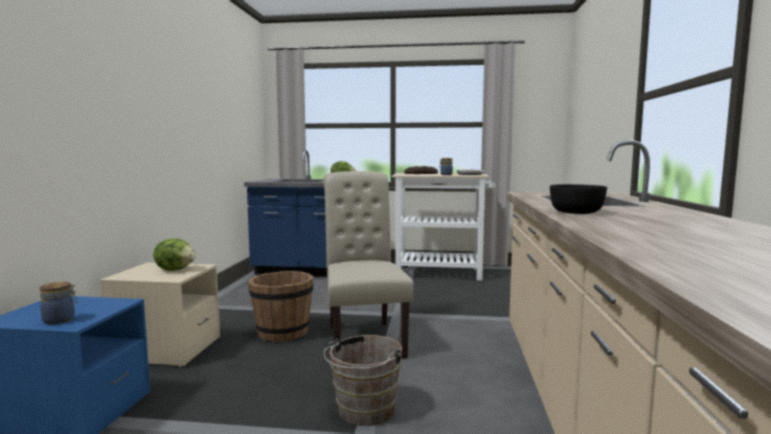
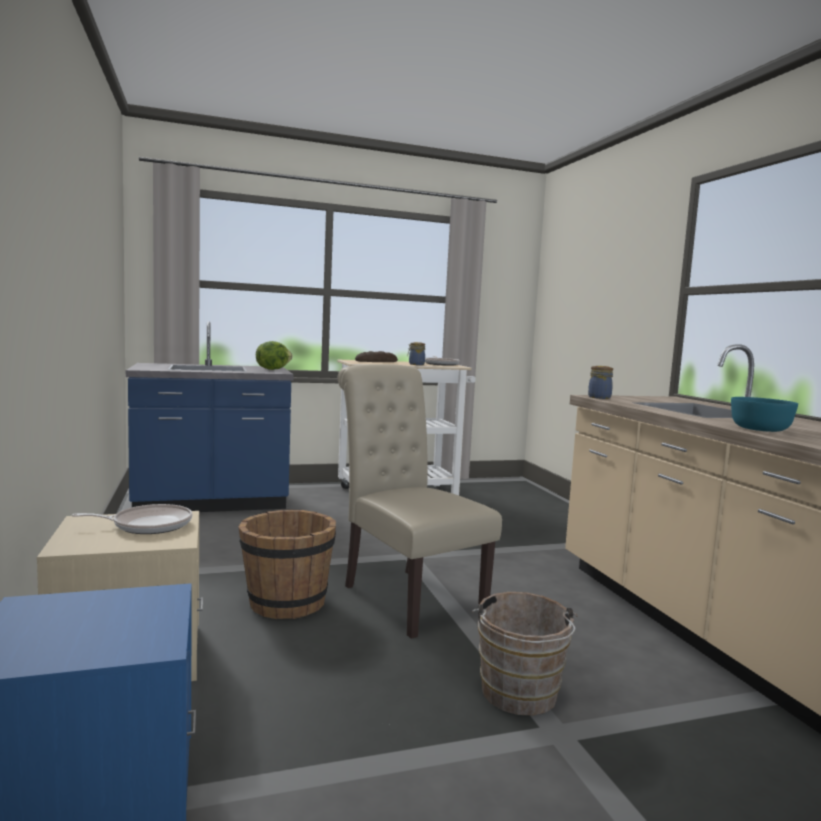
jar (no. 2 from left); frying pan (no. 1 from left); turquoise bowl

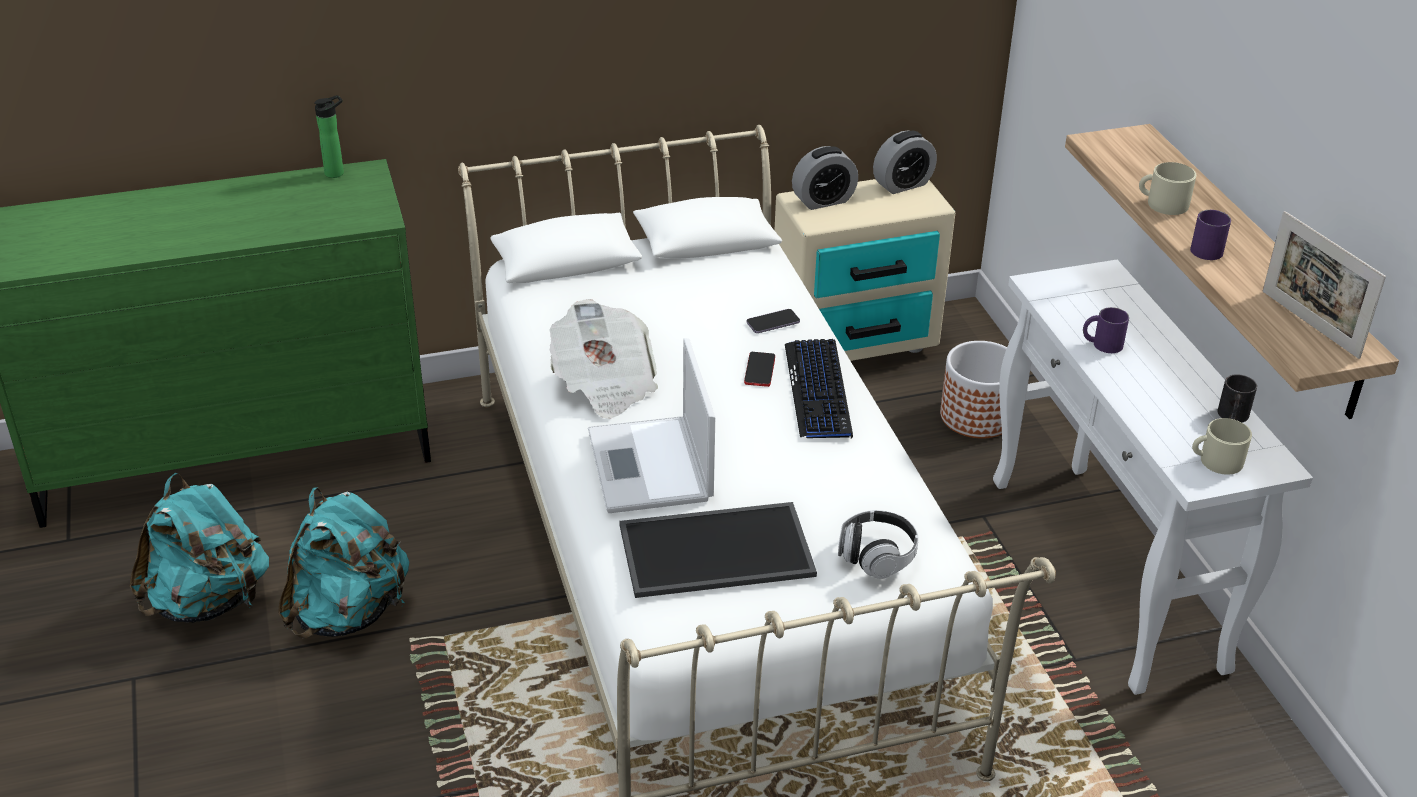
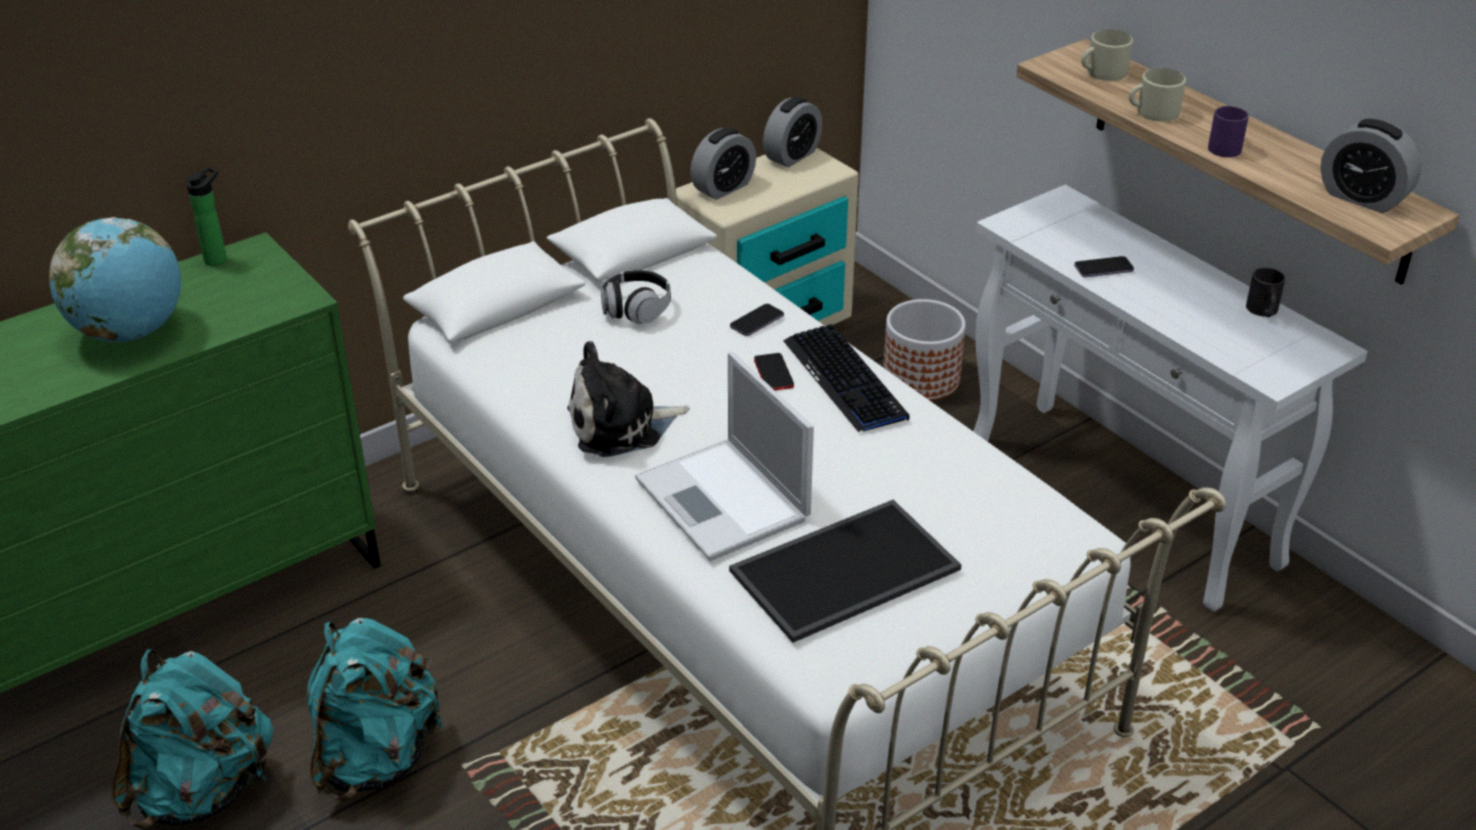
globe; headphones; beige mug (no. 1 from left); plush toy; phone (no. 3 from left); alarm clock (no. 3 from left)

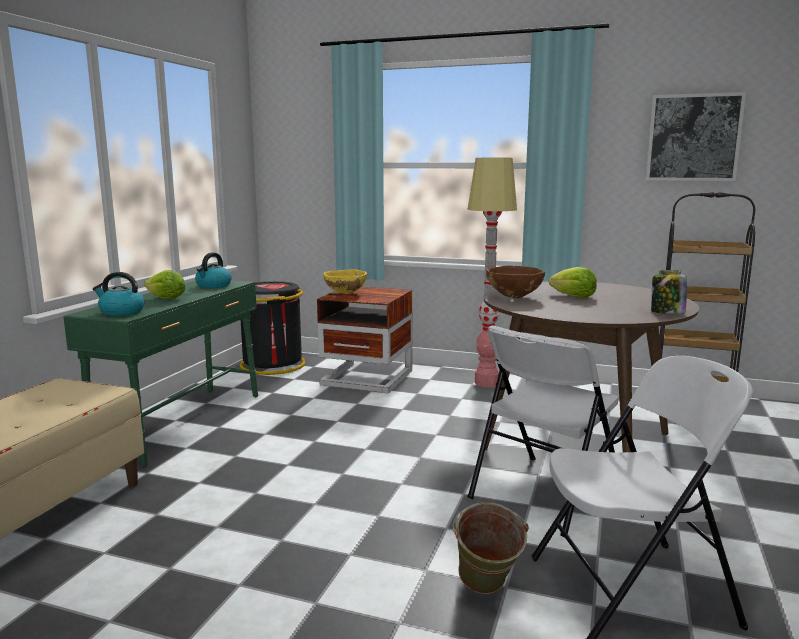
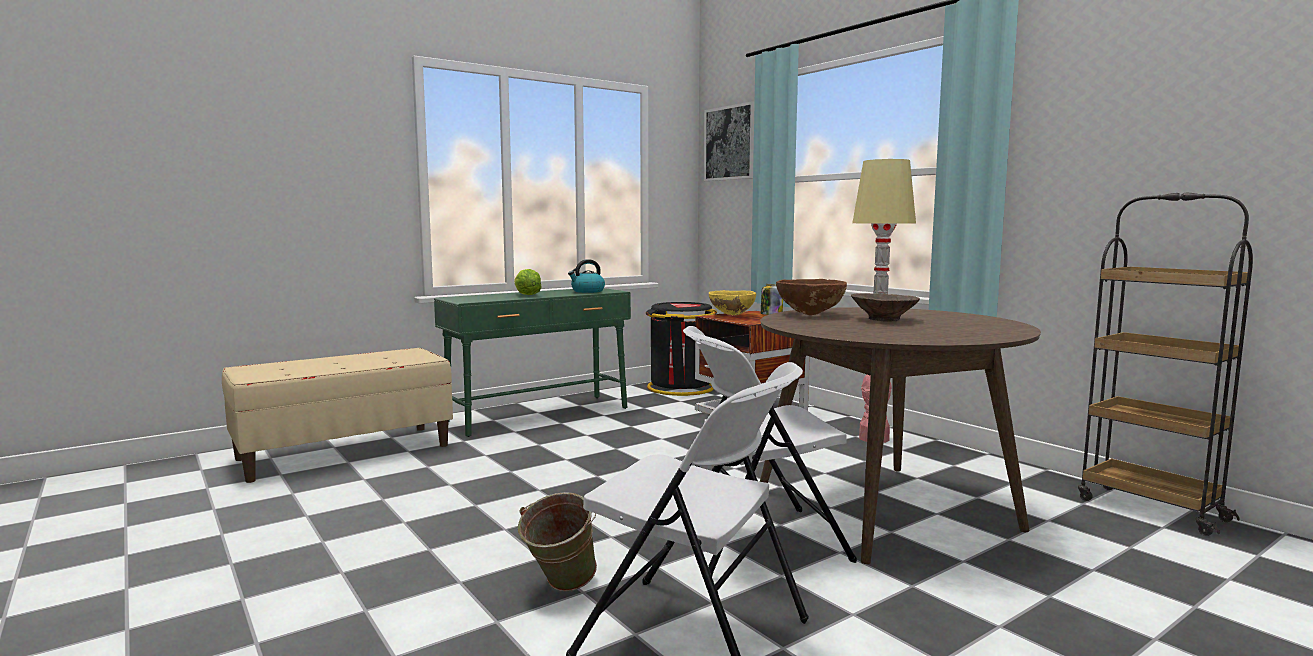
kettle (no. 1 from left in the first image); picture; jar; brown bowl (no. 2 from left)

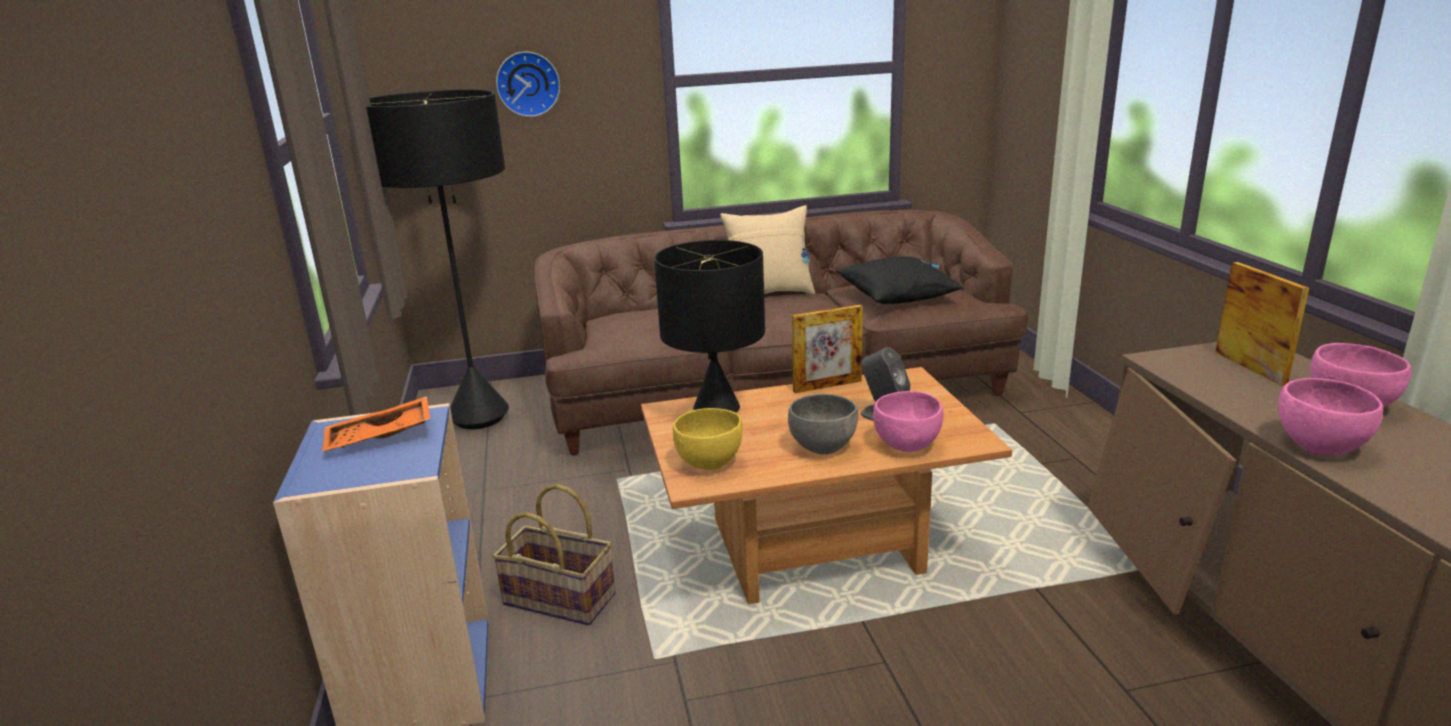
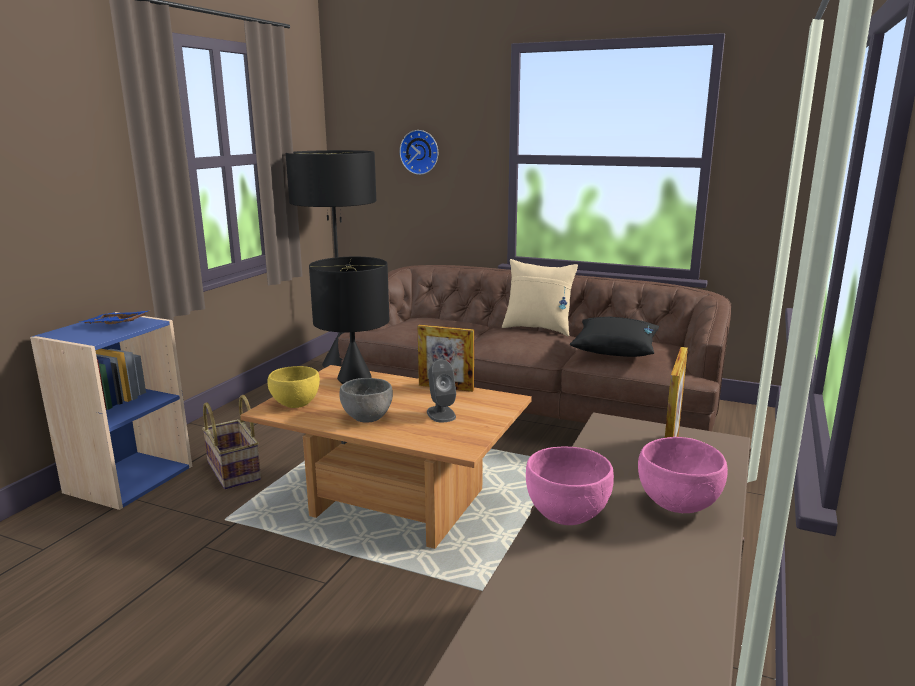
pink bowl (no. 1 from left in the first image); blue tray

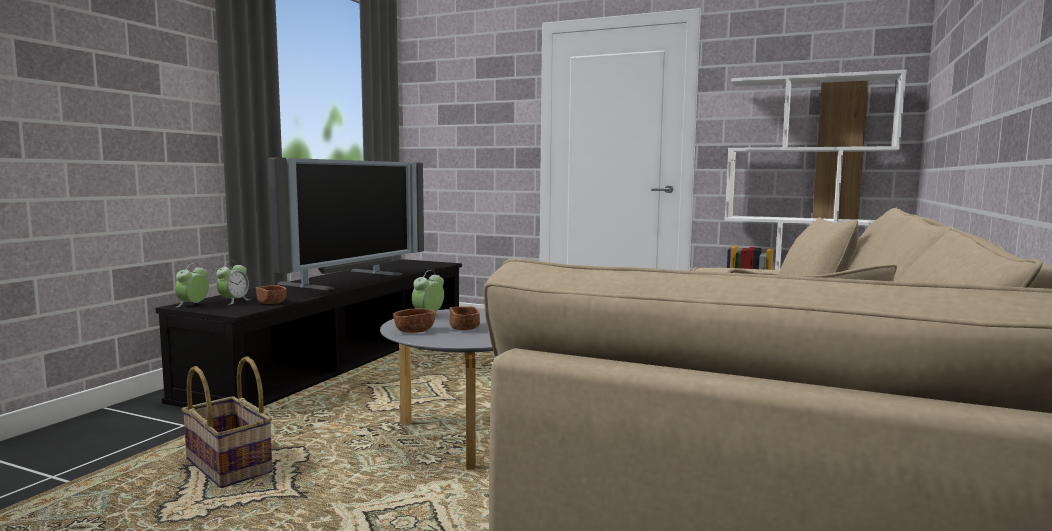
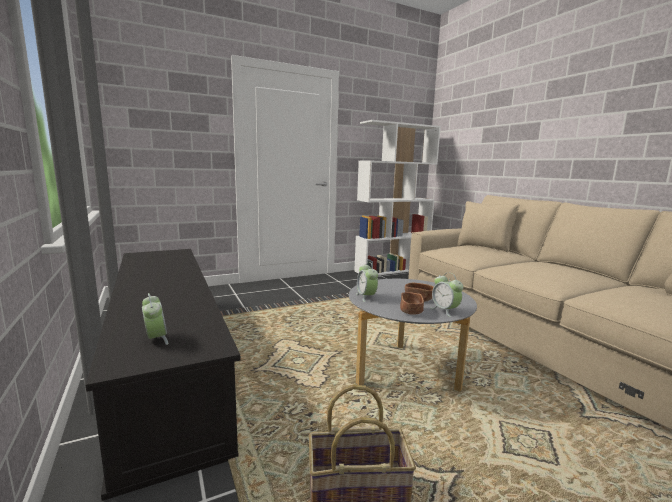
brown bowl (no. 1 from left in the first image); television; alarm clock (no. 3 from left)

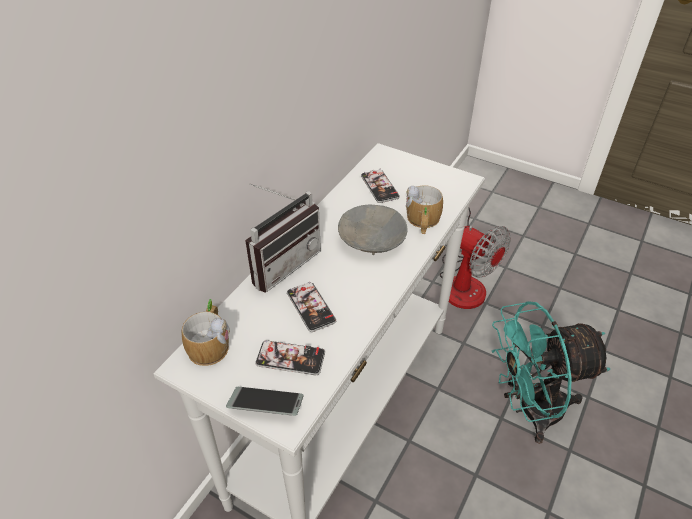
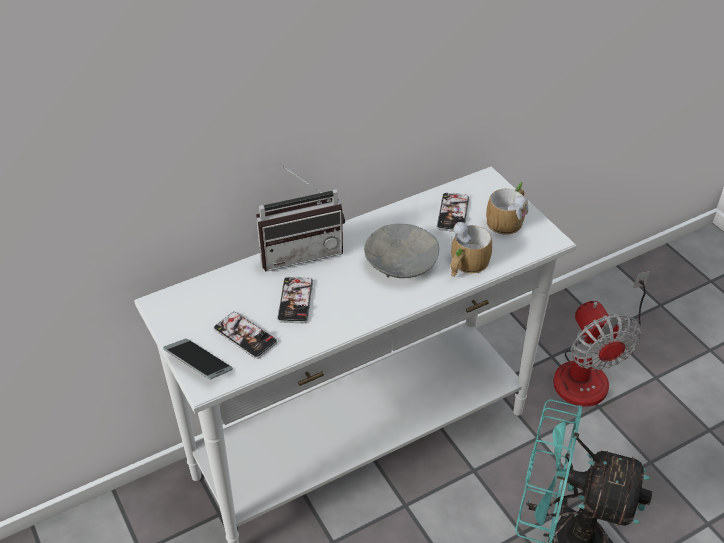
mug (no. 2 from left)

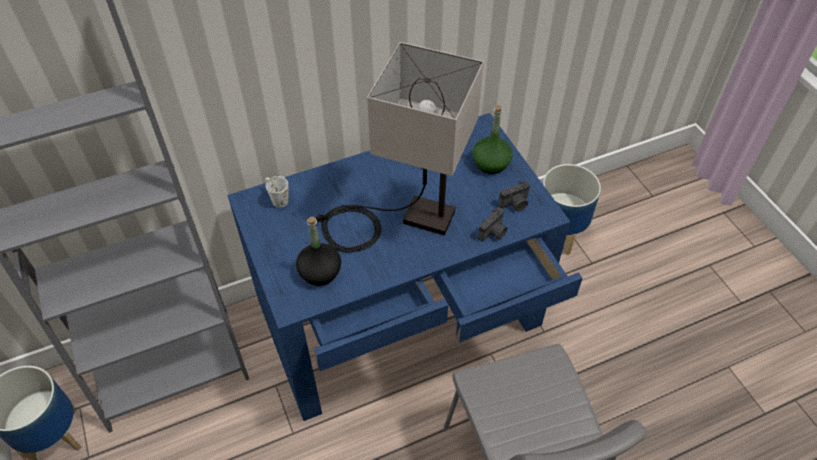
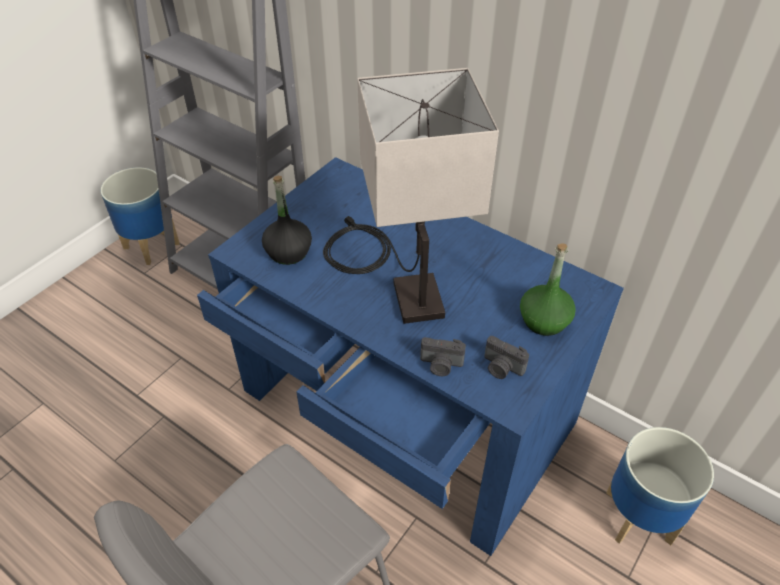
white mug

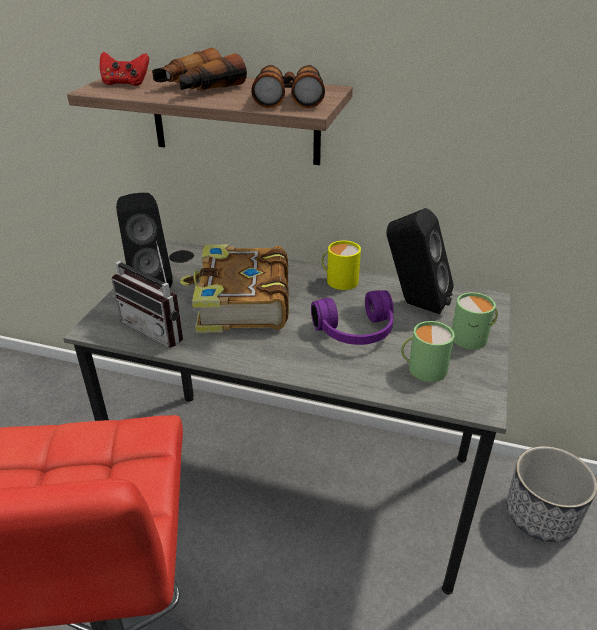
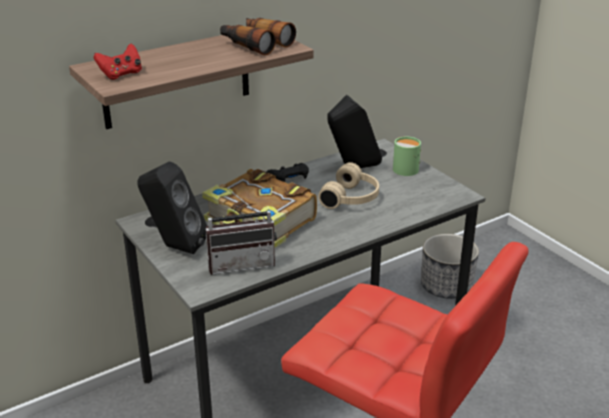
binoculars (no. 1 from left in the first image); green mug (no. 1 from left in the first image); black game controller; beige headphones

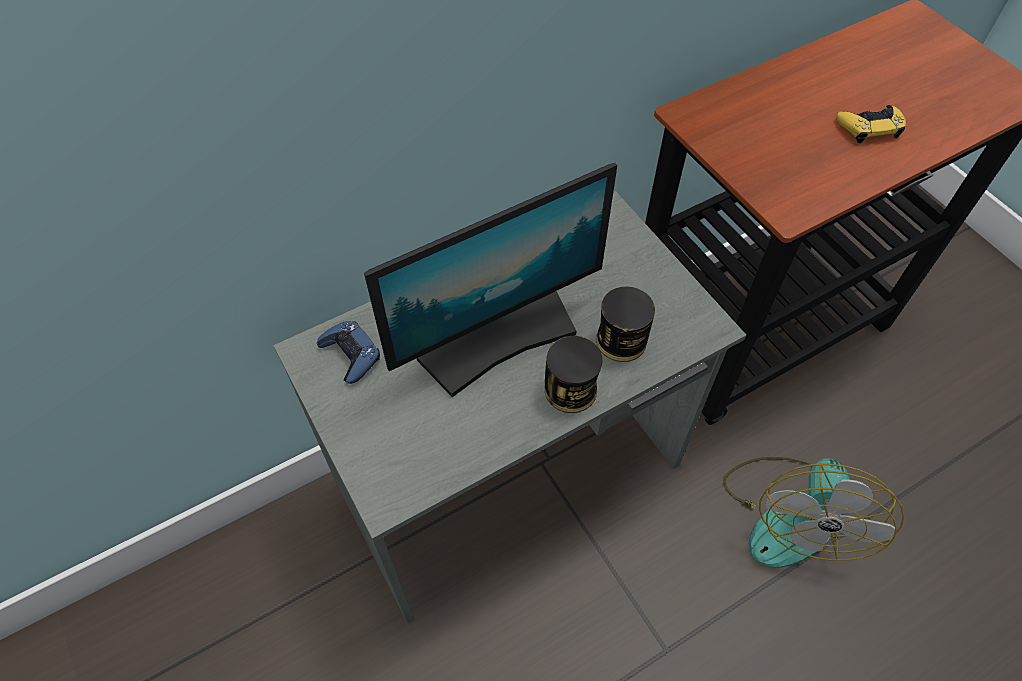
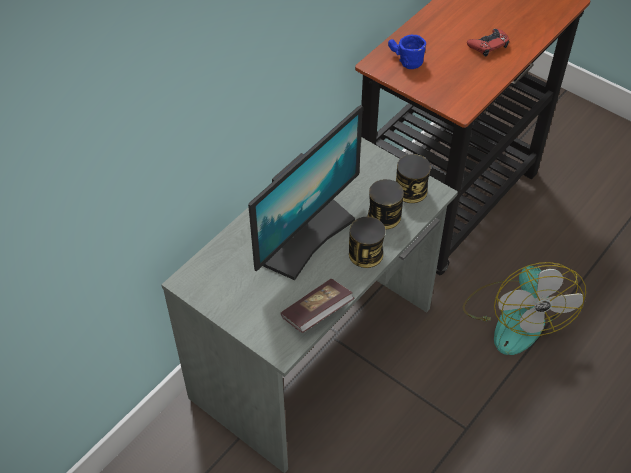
blue game controller; book; blue mug; can (no. 3 from left); red game controller

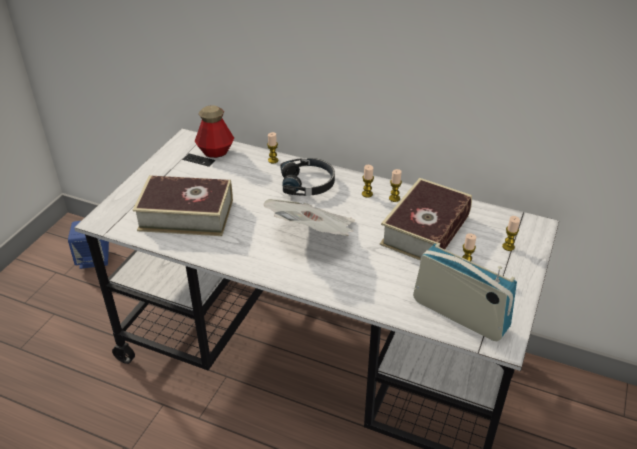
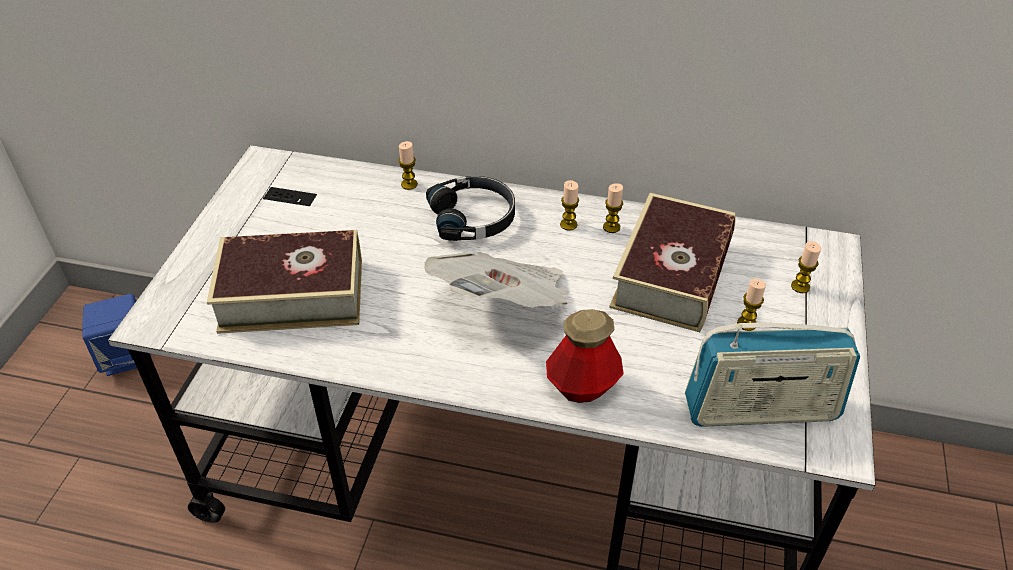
bottle; radio

